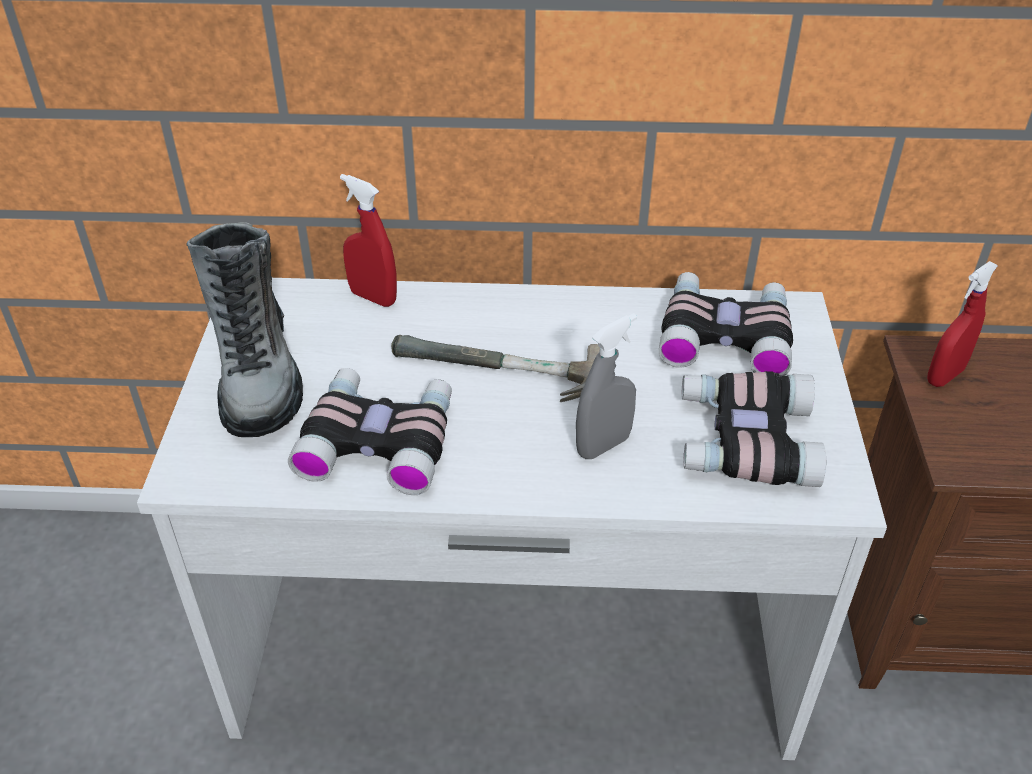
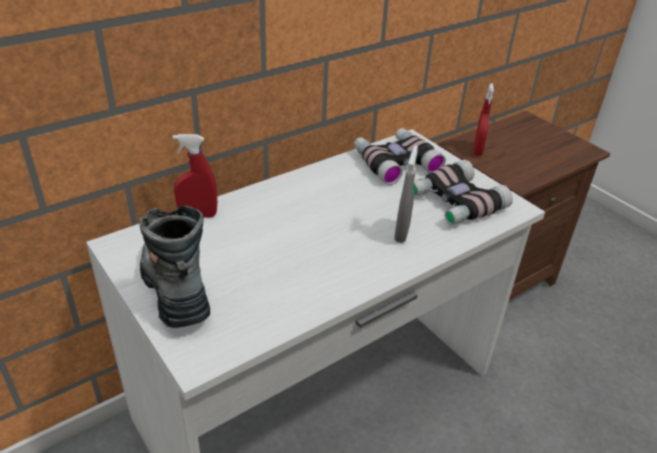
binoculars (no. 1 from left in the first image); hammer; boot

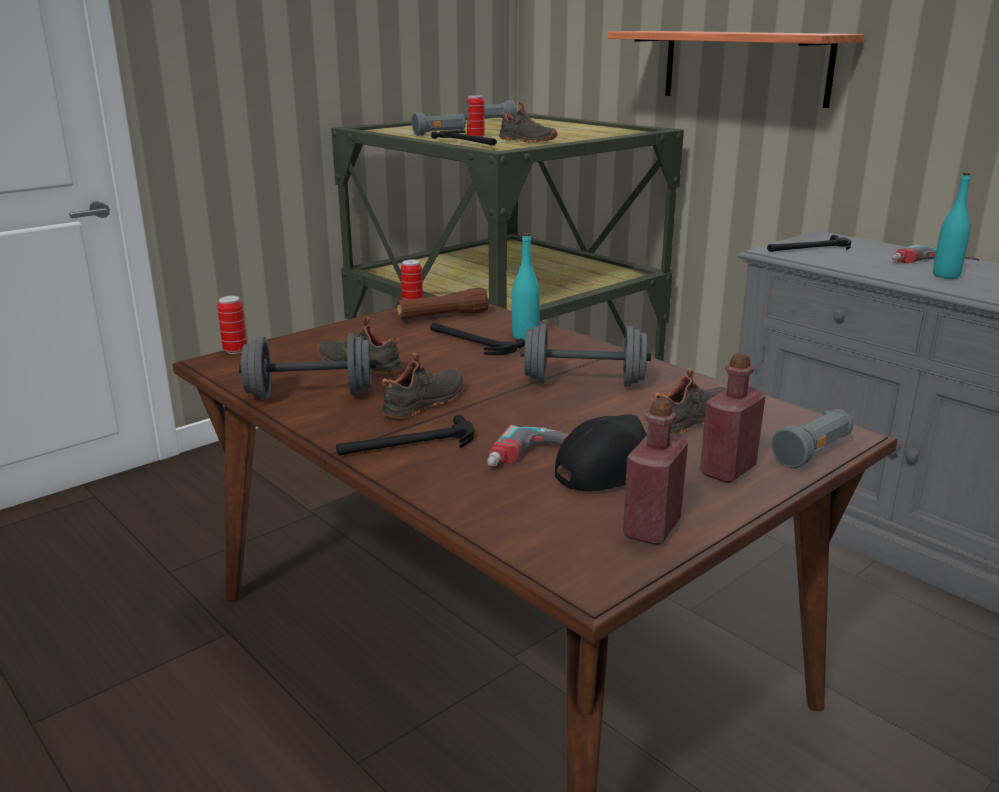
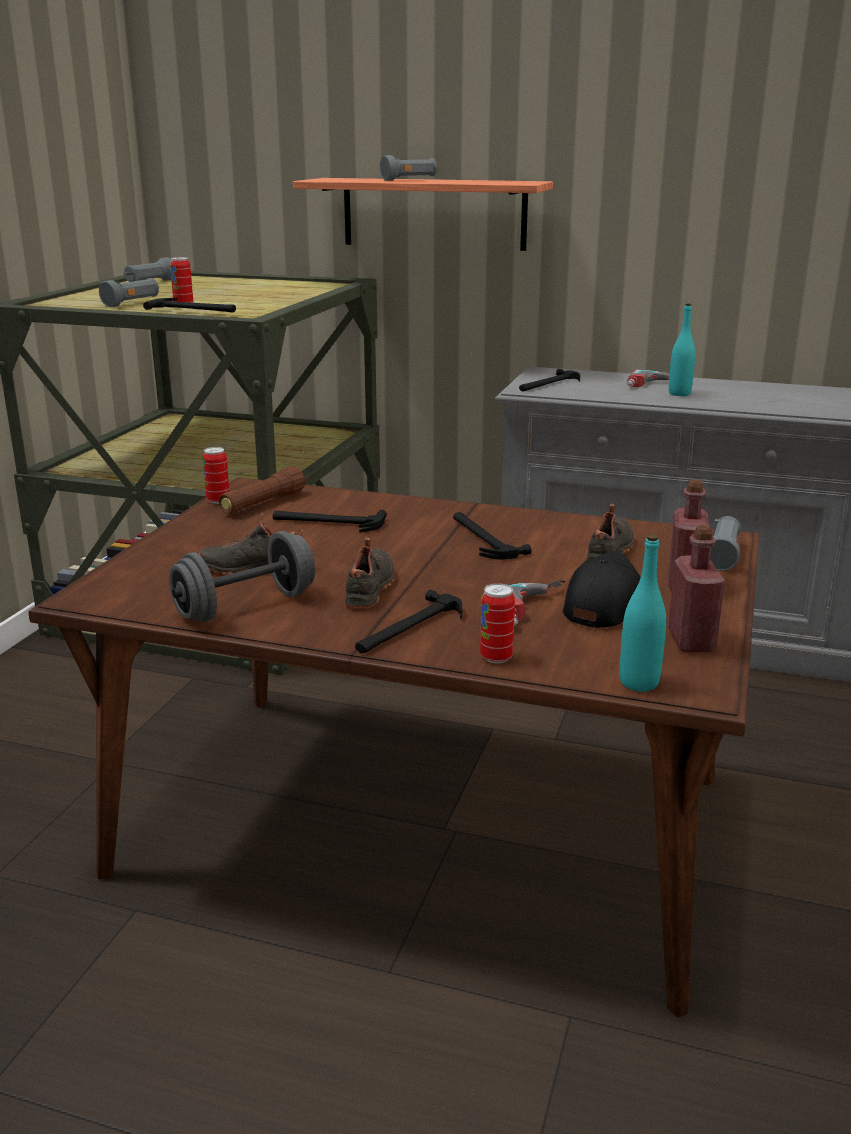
black shoe (no. 3 from left in the first image); grey flashlight (no. 3 from left); can (no. 3 from left); turquoise bottle (no. 1 from left); hammer (no. 4 from left)

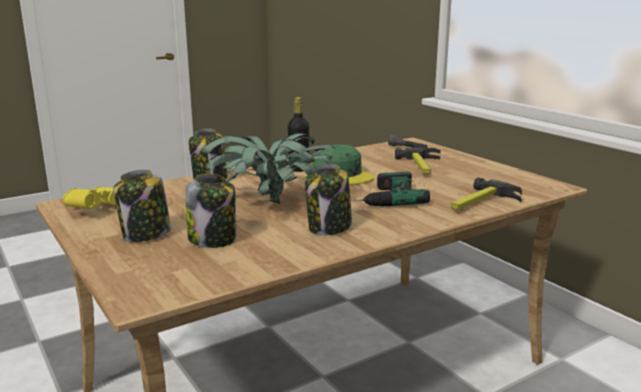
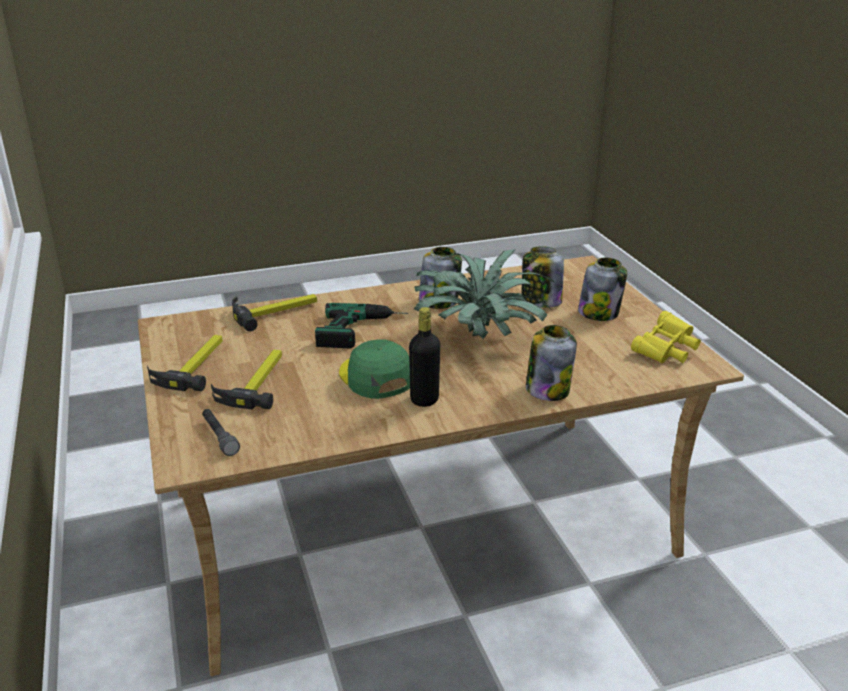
hammer (no. 1 from left)

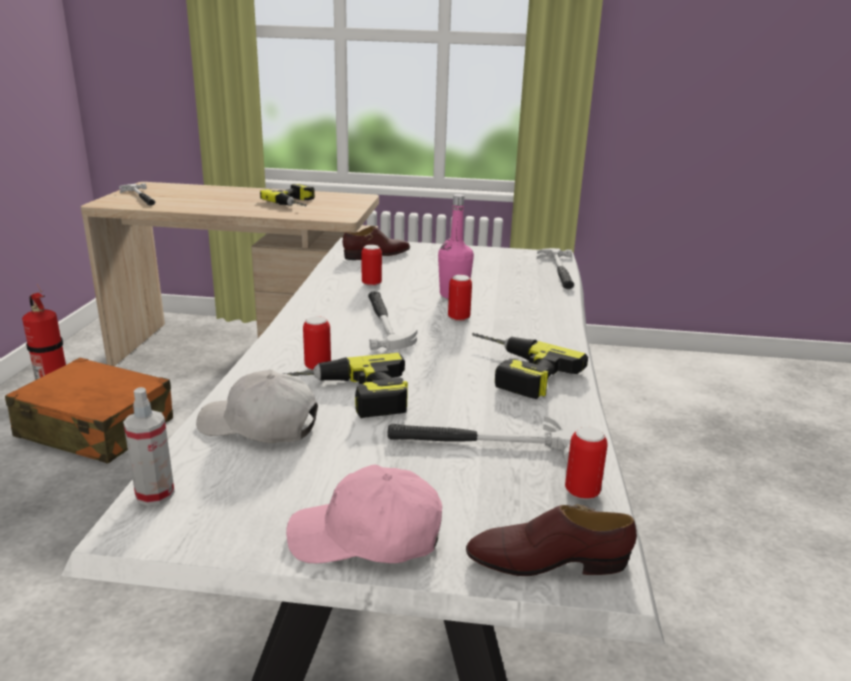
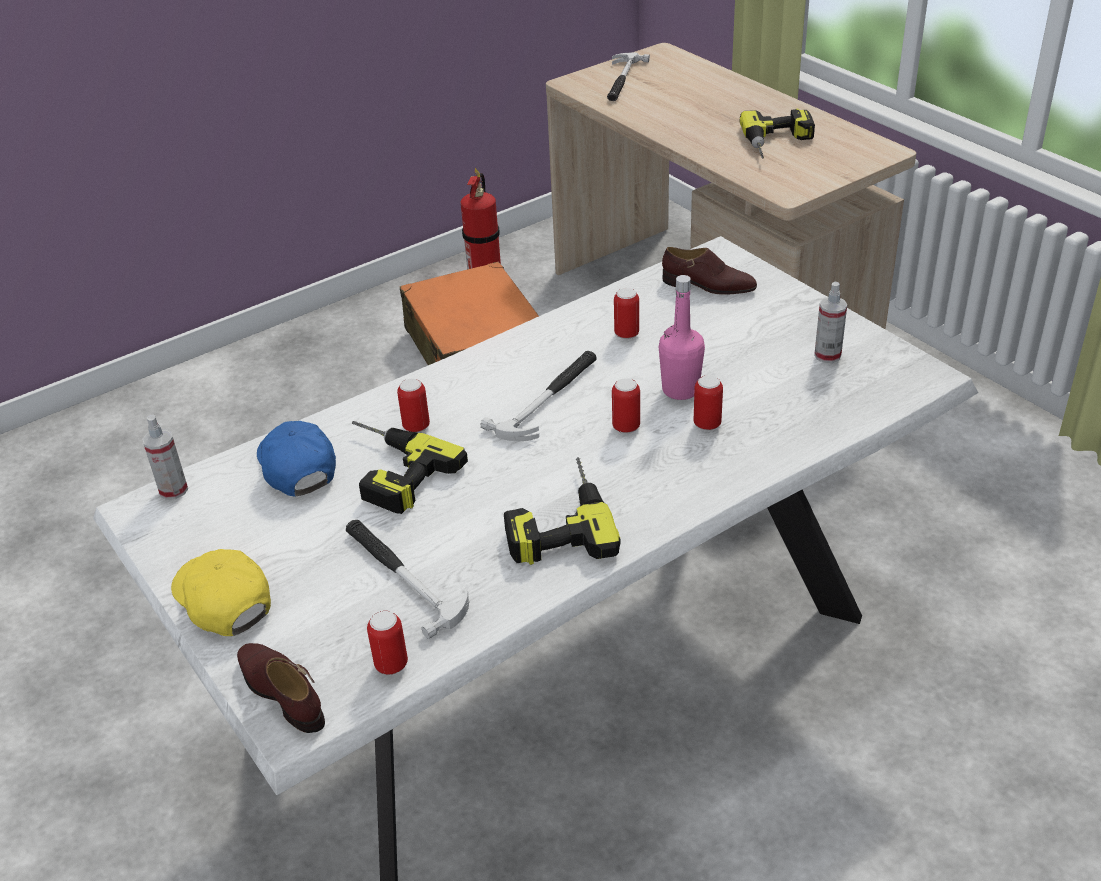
hammer (no. 4 from left in the first image); can (no. 5 from left); spray bottle (no. 2 from left); blue cap; yellow cap

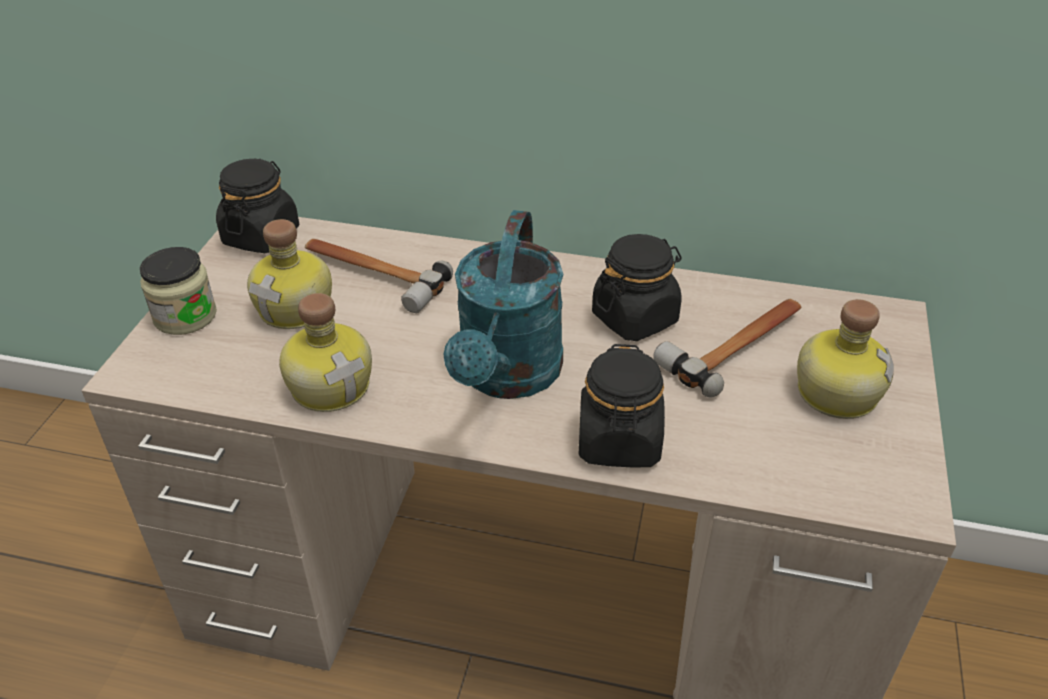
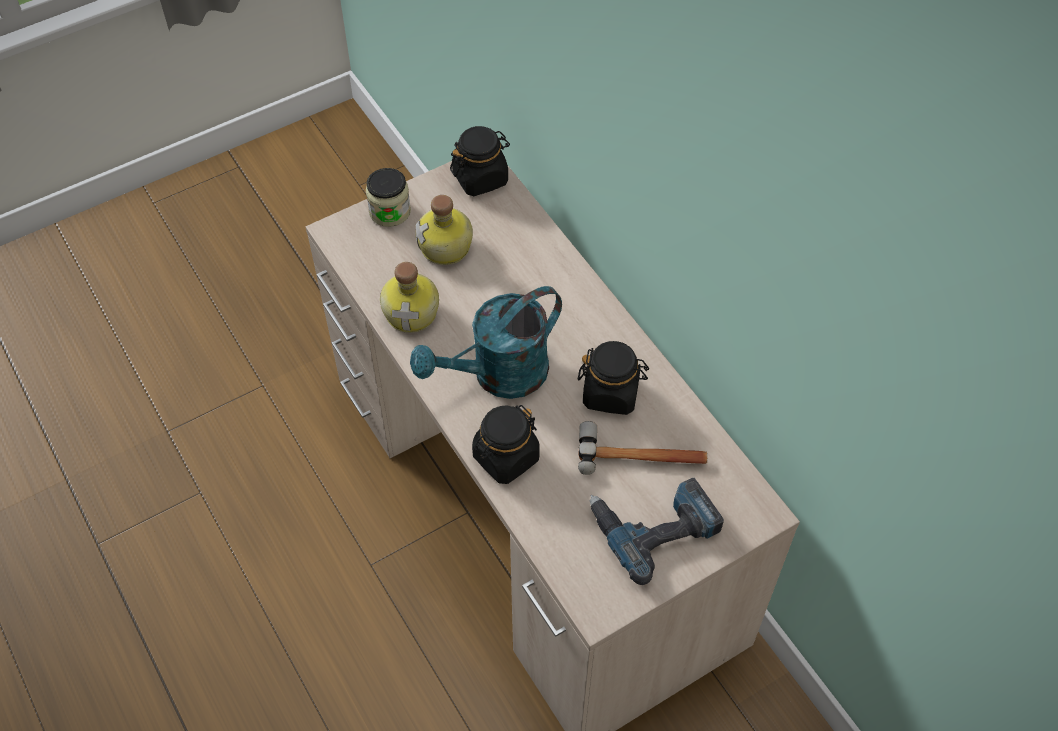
hammer (no. 1 from left in the first image); power drill

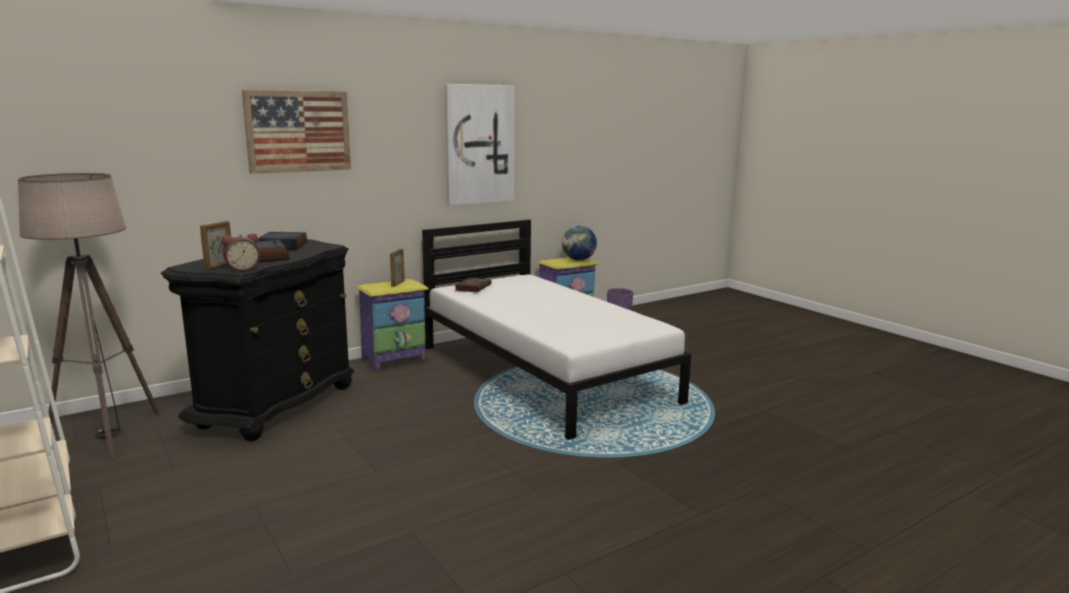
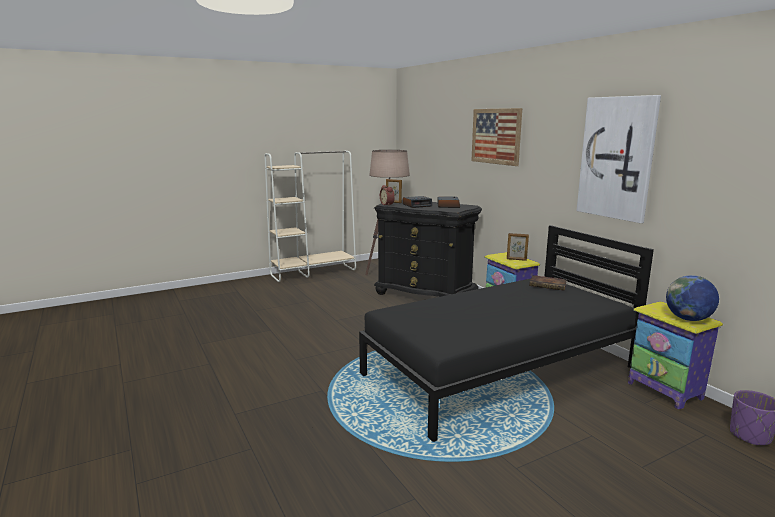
black bed

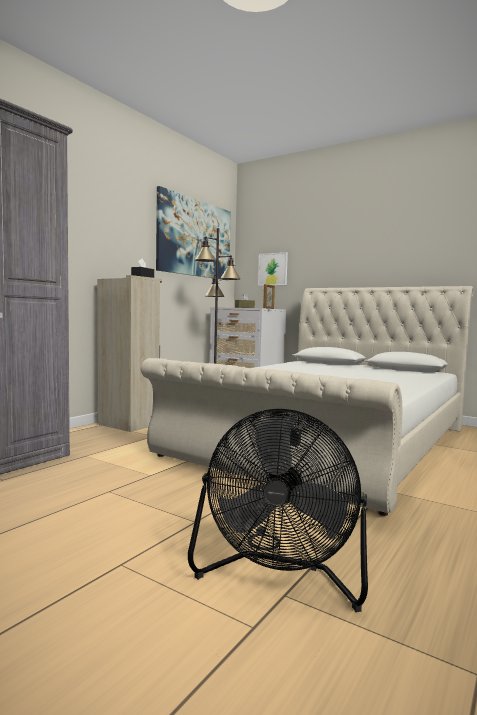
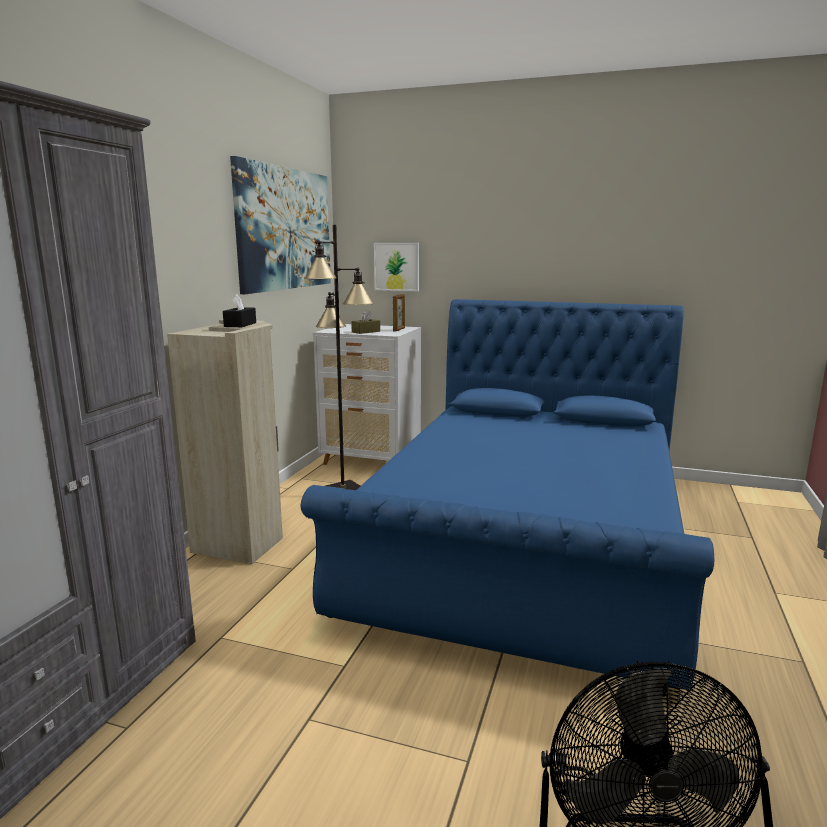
blue bed

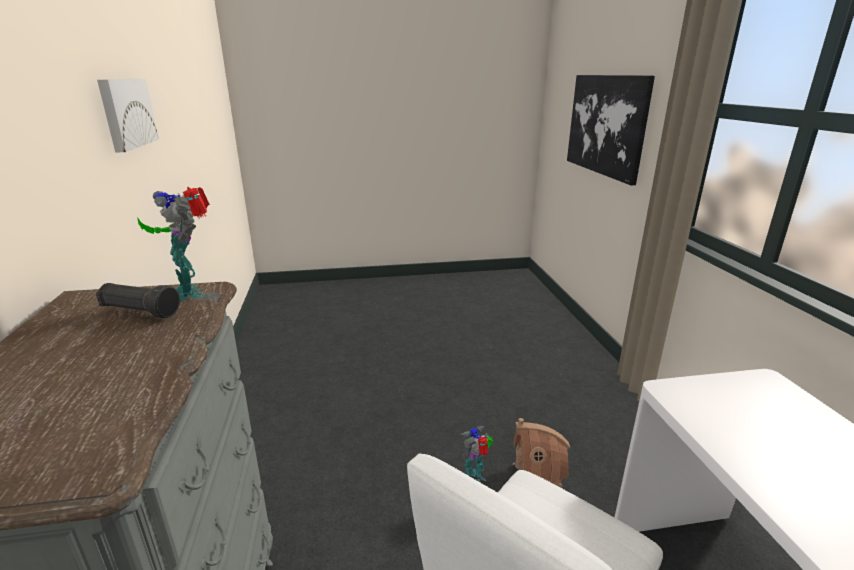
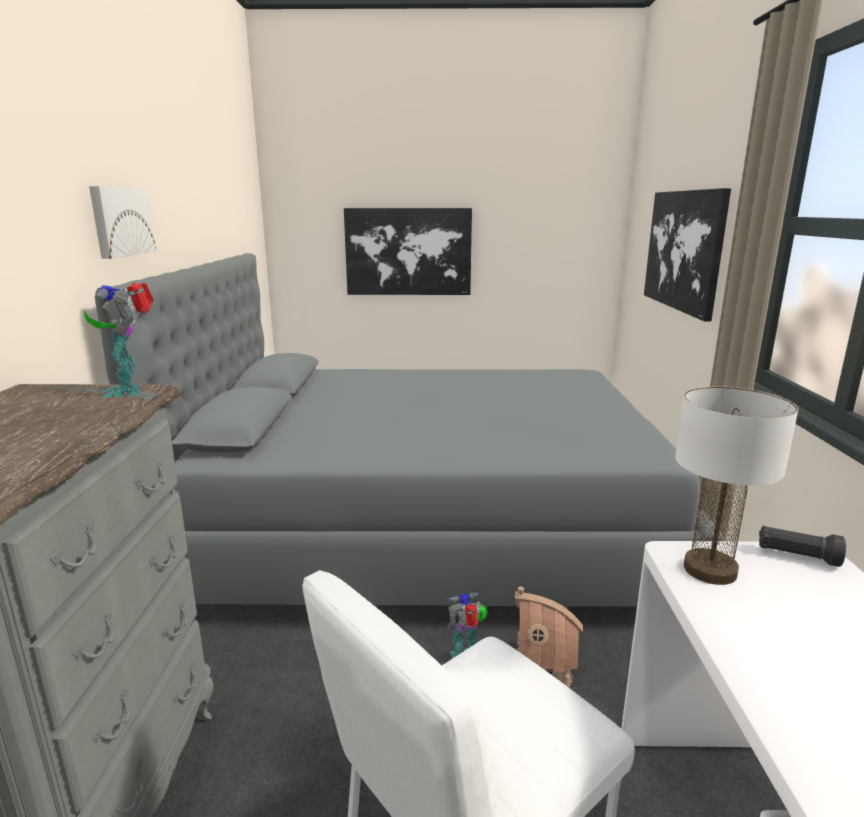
grey bed; picture (no. 2 from left); table lamp; black flashlight

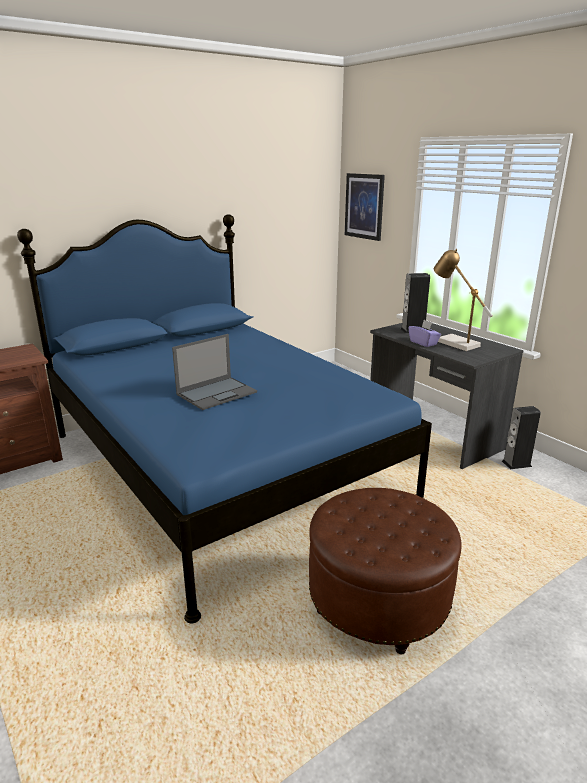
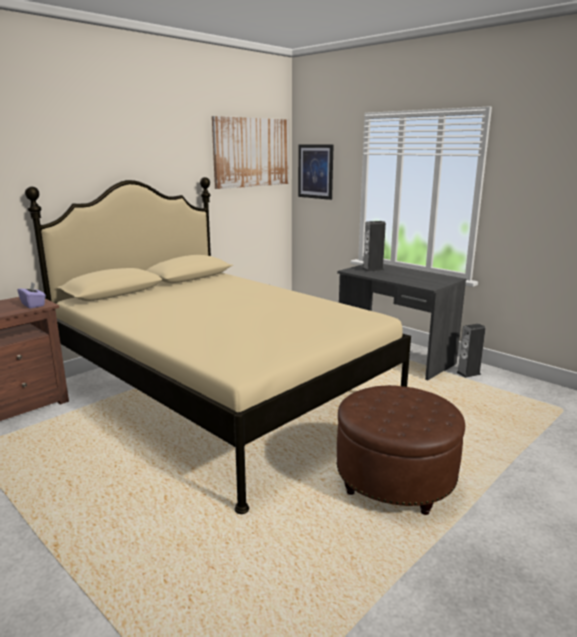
laptop; table lamp; picture (no. 1 from left); purple tissue box; beige bed

